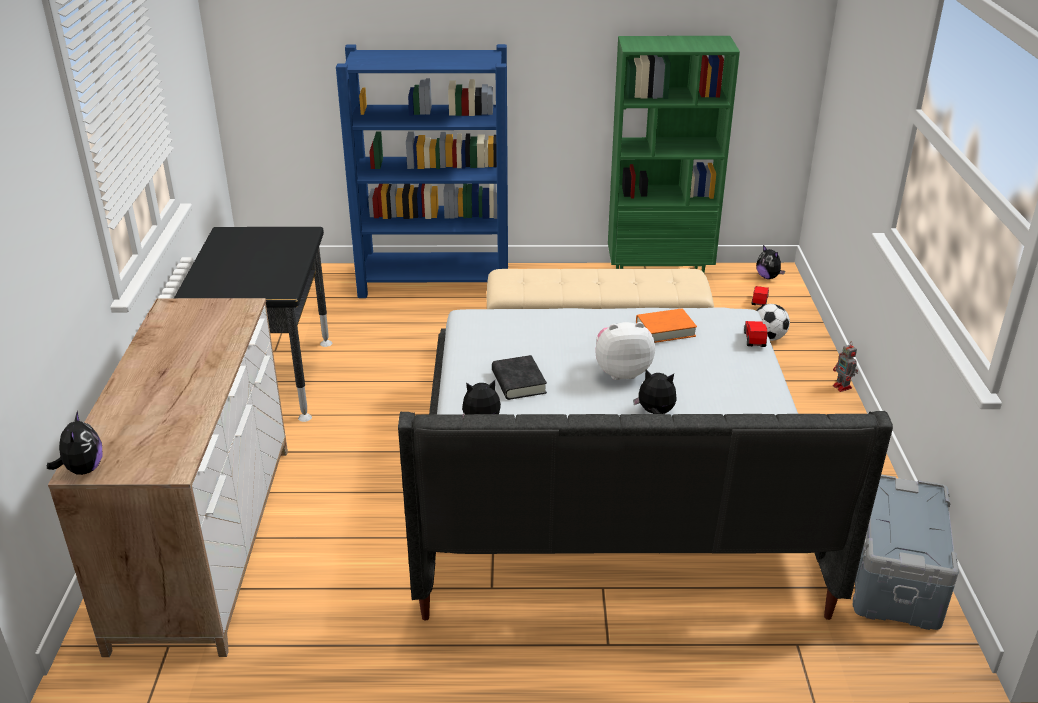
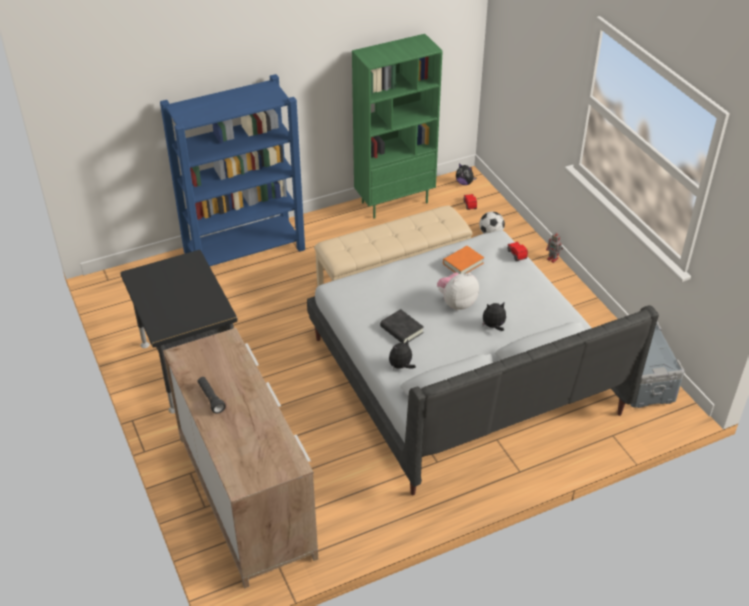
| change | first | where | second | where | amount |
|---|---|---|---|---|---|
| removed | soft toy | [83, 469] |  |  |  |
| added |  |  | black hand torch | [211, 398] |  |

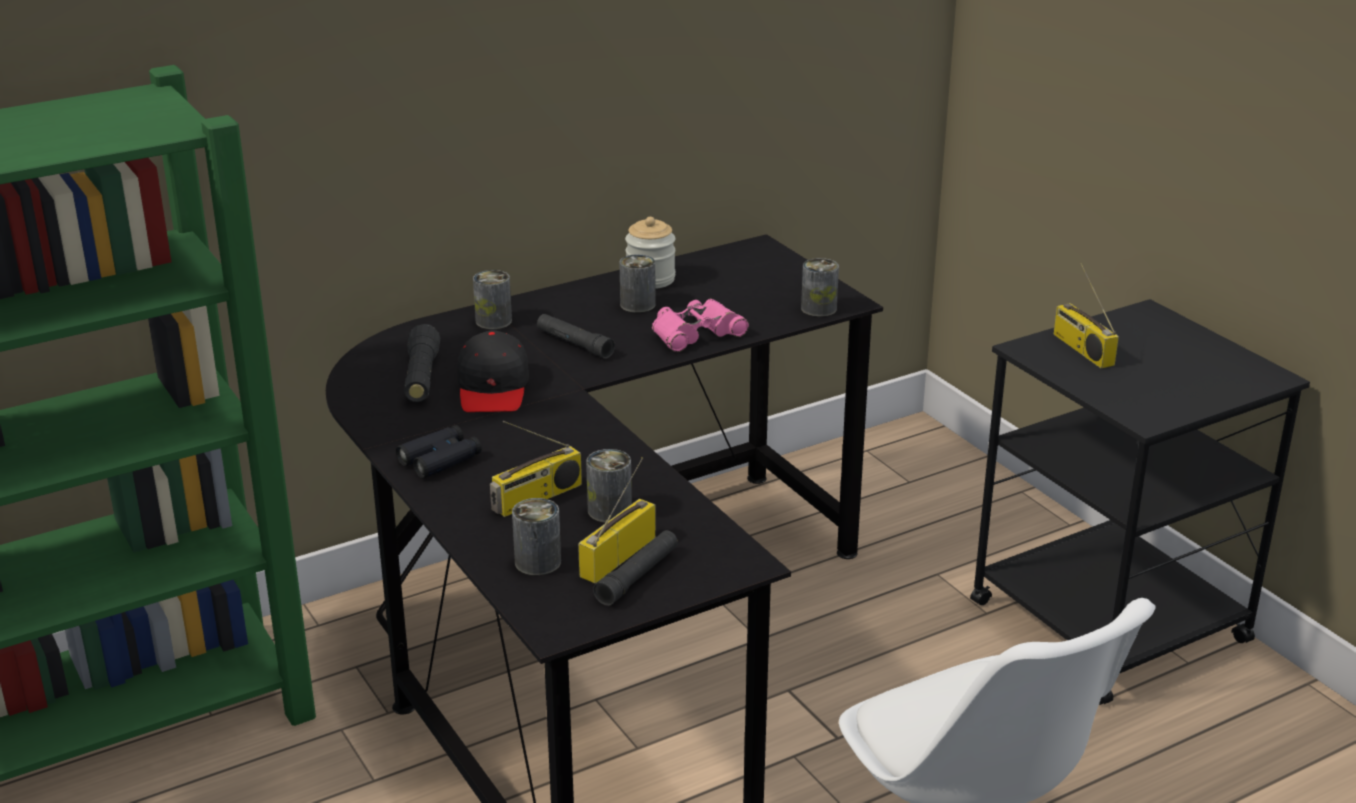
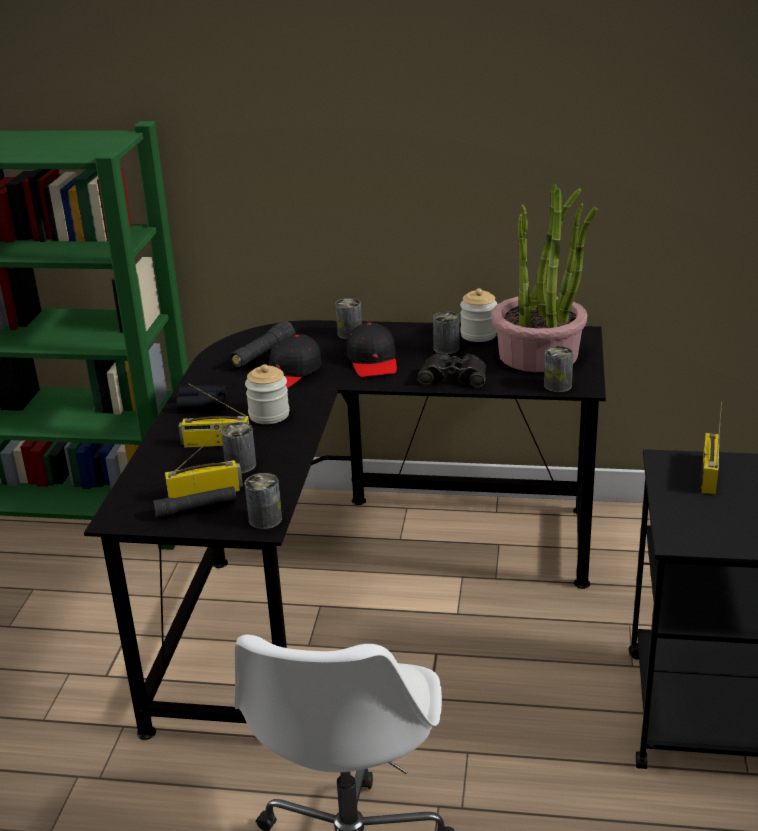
| change | first | where | second | where | amount |
|---|---|---|---|---|---|
| recoloured | pinkish binoculars | [696, 333] | black binoculars | [453, 377] |  |
| replaced | black hand torch | [574, 344] | black peaked cap | [373, 361] |  |
| moved | can | [538, 562] |  | [265, 519] |  |
| added |  |  | potted plant | [539, 355] |  |
| added |  |  | preserve jar | [269, 415] |  |

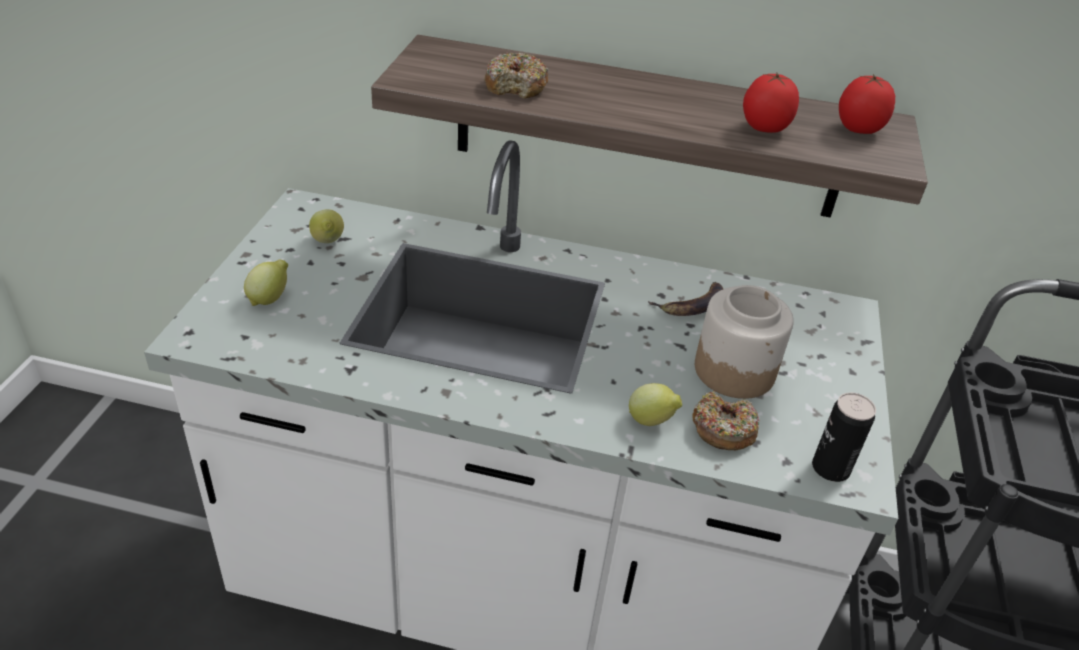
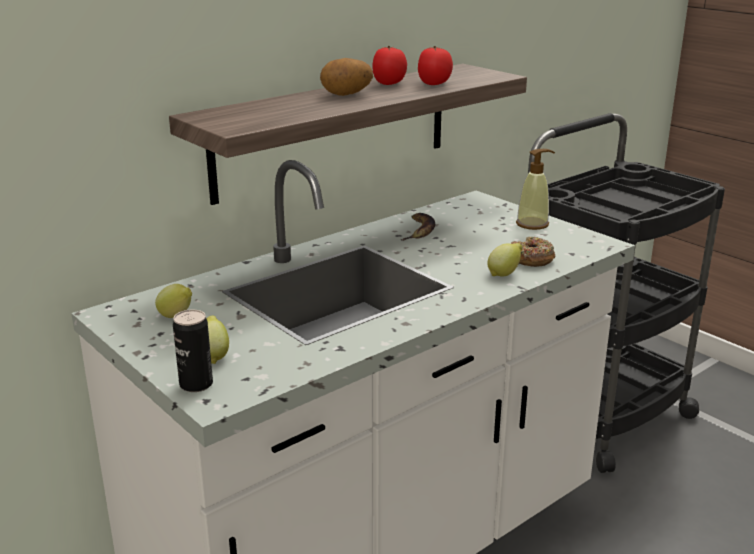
| change | first | where | second | where | amount |
|---|---|---|---|---|---|
| removed | donut | [516, 86] |  |  |  |
| moved | whole tomato | [857, 130] |  | [389, 84] |  |
| removed | preserve jar | [734, 370] |  |  |  |
| moved | can | [830, 468] |  | [196, 384] |  |
| added |  |  | spud | [346, 95] |  |
| added |  |  | liquid soap bottle | [532, 224] |  |

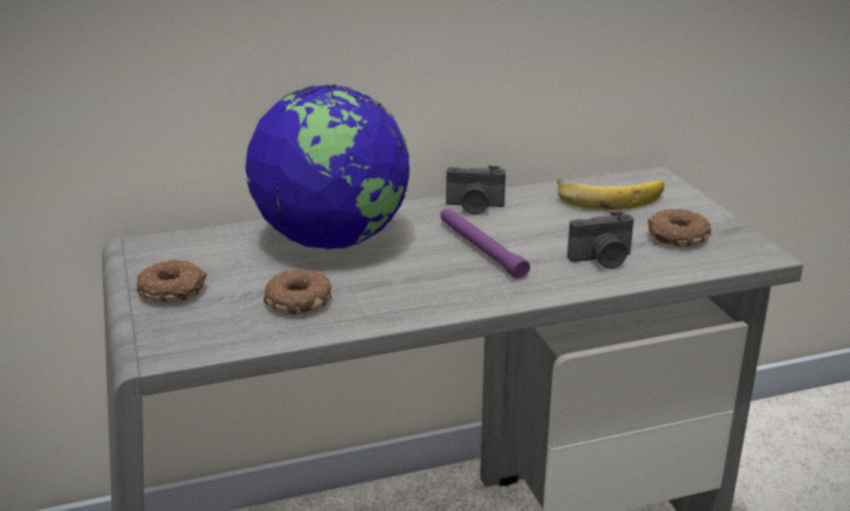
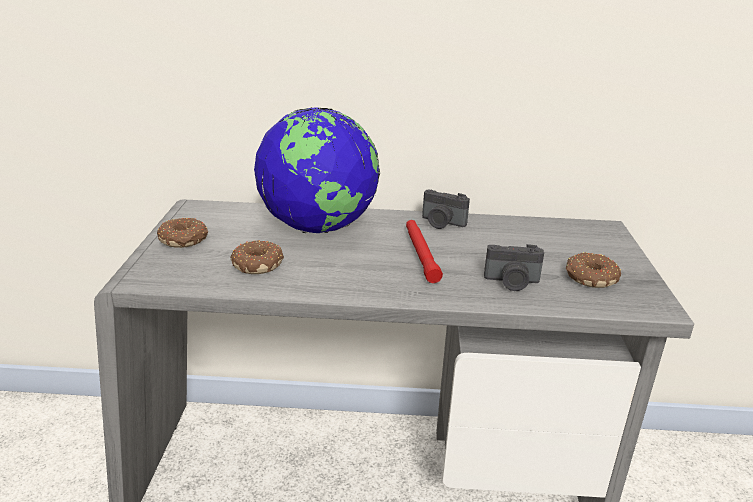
| change | first | where | second | where | amount |
|---|---|---|---|---|---|
| removed | banana | [608, 196] |  |  |  |
| recoloured | purple-coloured hand torch | [479, 248] | red-coloured hand torch | [420, 254] |  |

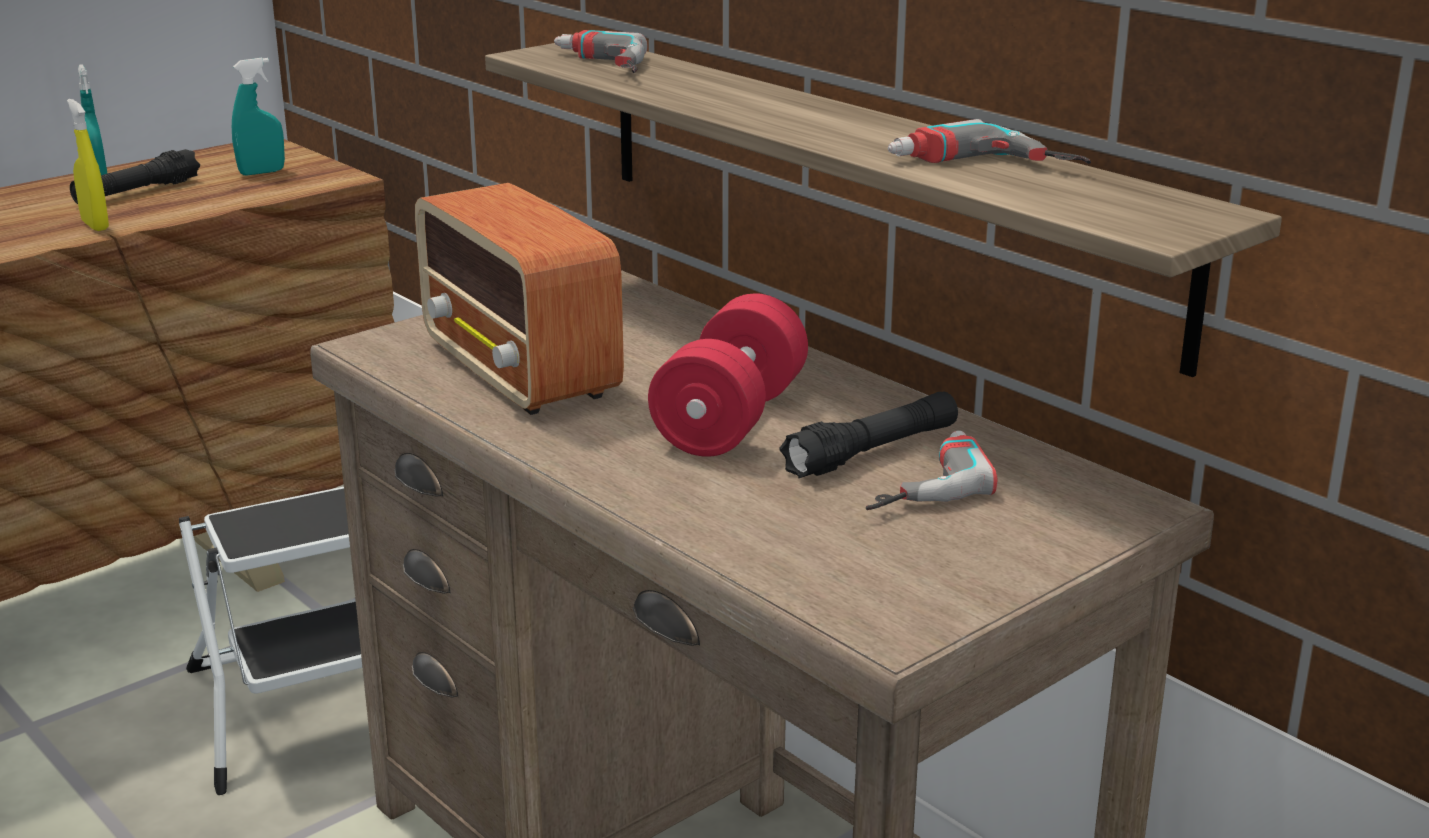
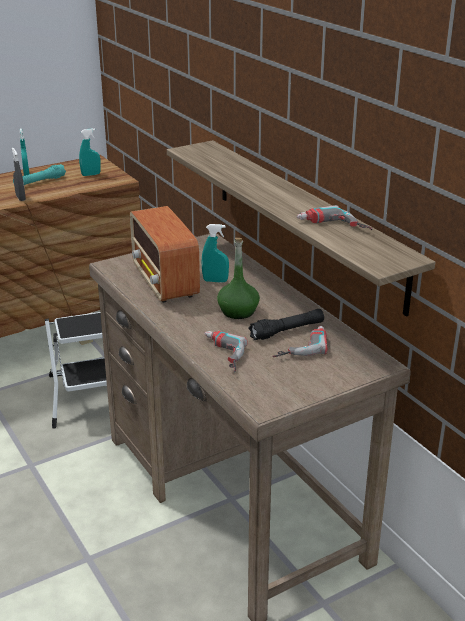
| change | first | where | second | where | amount |
|---|---|---|---|---|---|
| moved | drill | [595, 66] |  | [220, 355] |  |
| recoloured | yellow hand sprayer | [95, 225] | greyish hand sprayer | [20, 198] |  |
| recoloured | black hand torch | [137, 192] | turquoise-coloured hand torch | [40, 182] |  |
| replaced | red-coloured dumbbell | [730, 419] | green bottle | [238, 311] |  |
| added |  |  | turquoise-coloured hand sprayer | [215, 281] |  |

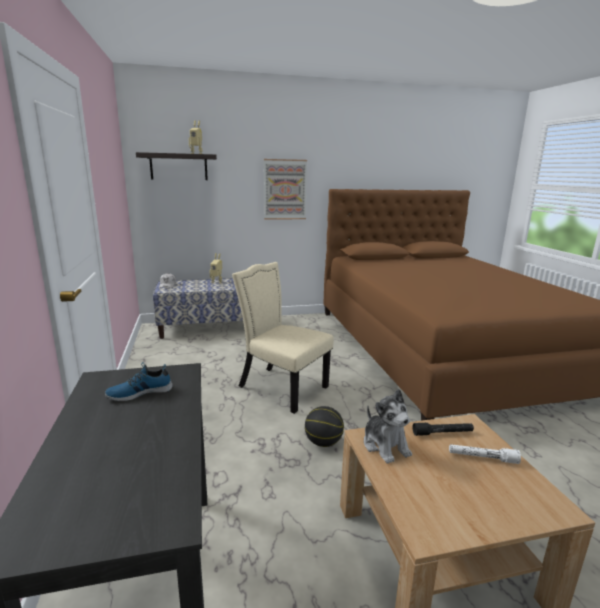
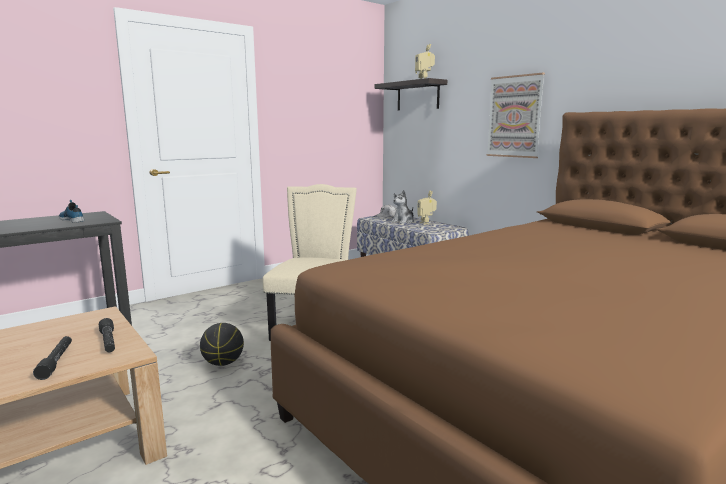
| change | first | where | second | where | amount |
|---|---|---|---|---|---|
| moved | soft toy | [385, 445] |  | [403, 221] |  |
| recoloured | white-coloured hand torch | [482, 458] | black hand torch | [56, 361] |  |

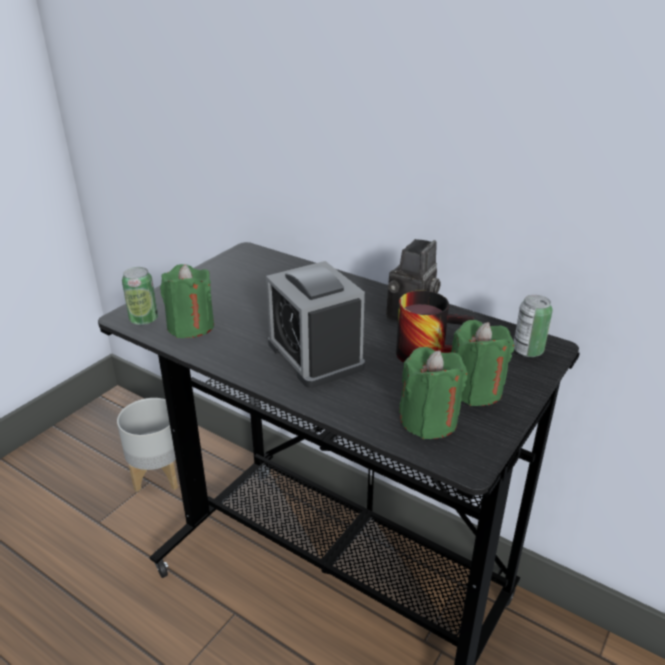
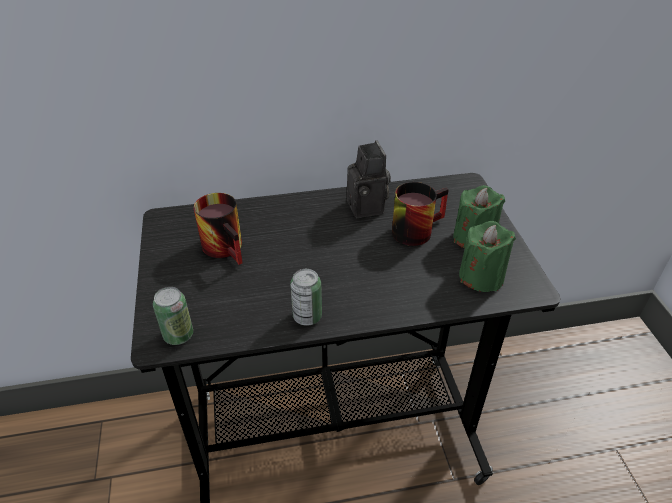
| change | first | where | second | where | amount |
|---|---|---|---|---|---|
| removed | alarm clock | [315, 355] |  |  |  |
| removed | green wax candle | [191, 326] |  |  |  |
| moved | can | [528, 351] |  | [307, 316] |  |
| removed | greyish planter | [160, 475] |  |  |  |
| added |  |  | coffee mug | [229, 247] |  |

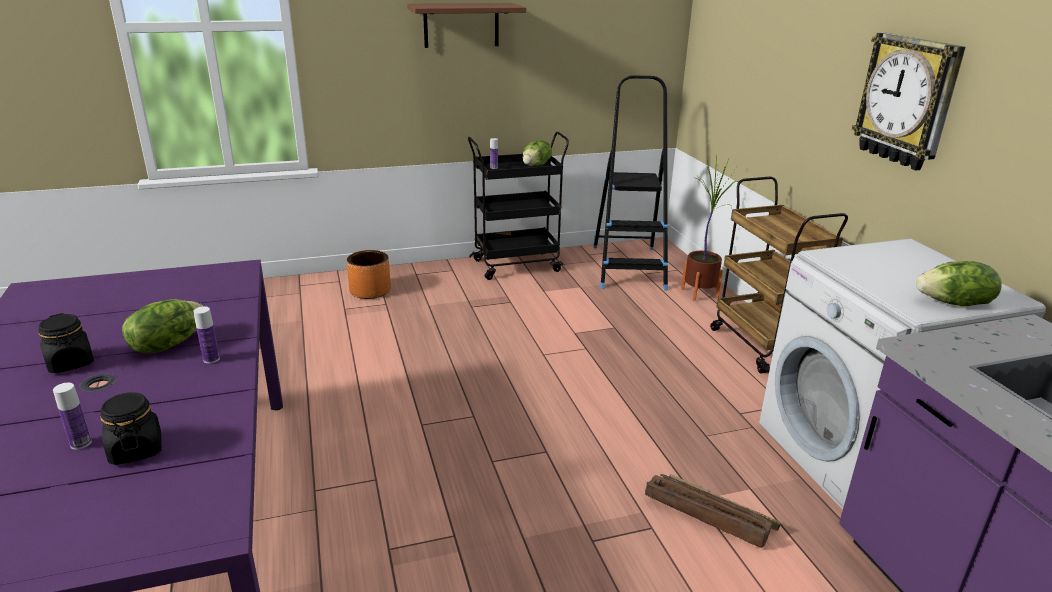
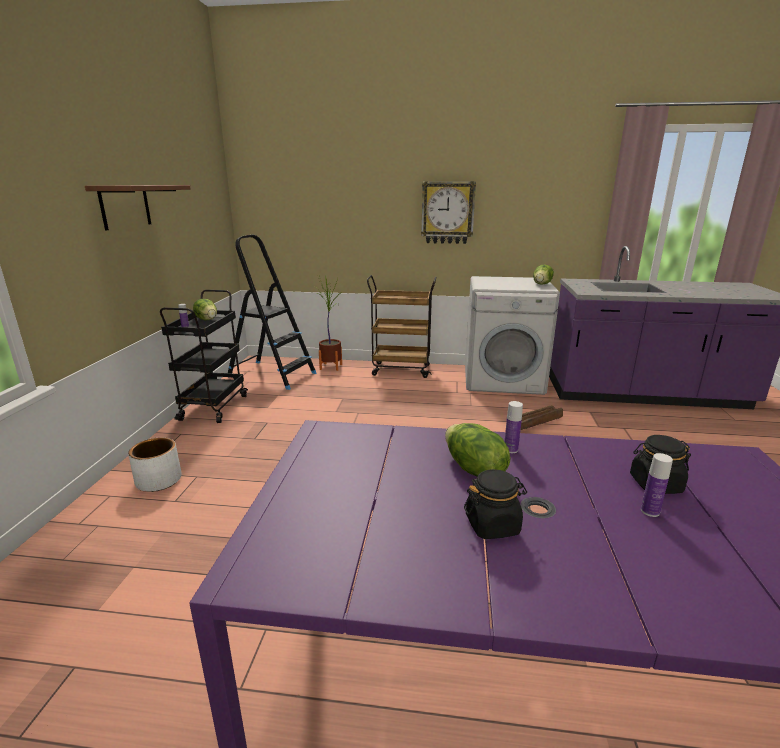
| change | first | where | second | where | amount |
|---|---|---|---|---|---|
| recoloured | orangey planter | [370, 291] | white-coloured planter | [158, 480] |  |

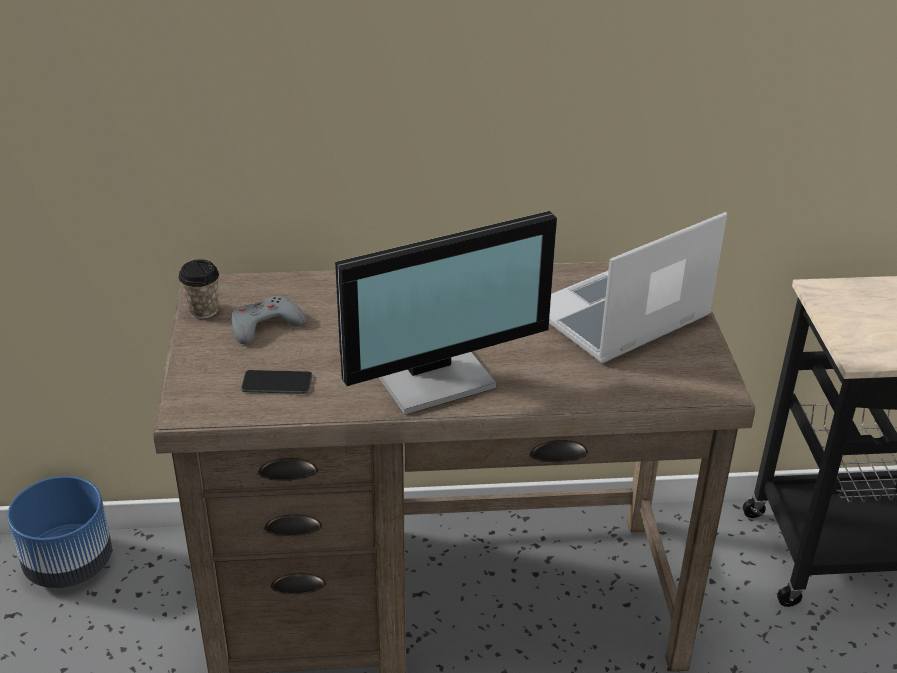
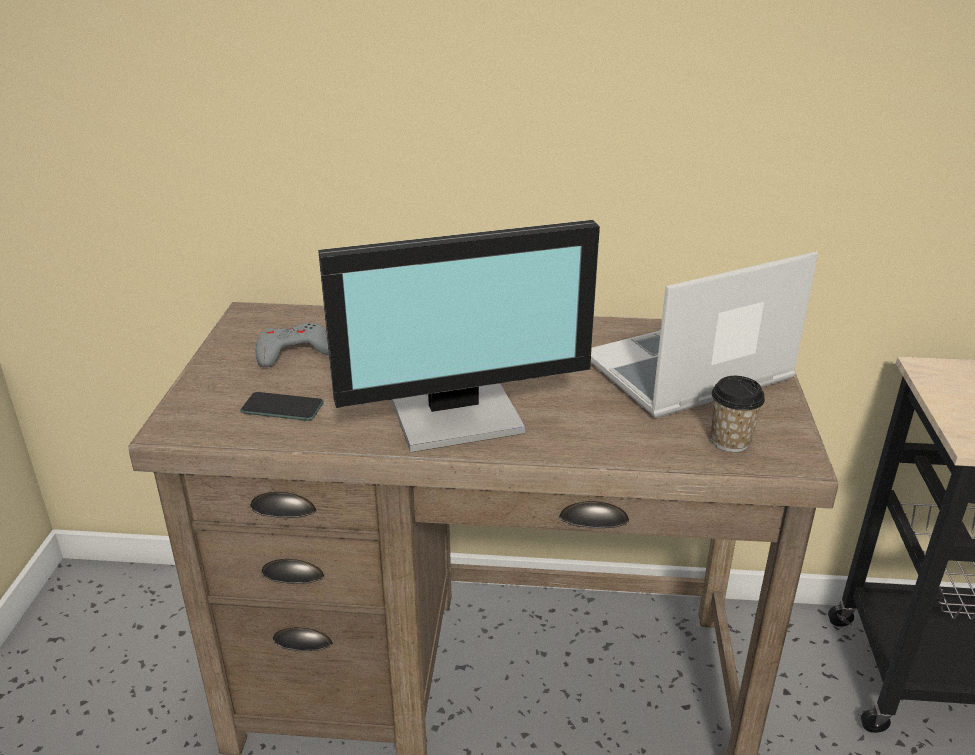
| change | first | where | second | where | amount |
|---|---|---|---|---|---|
| moved | drinking cup | [203, 310] |  | [730, 441] |  |
| removed | blue planter | [69, 563] |  |  |  |

